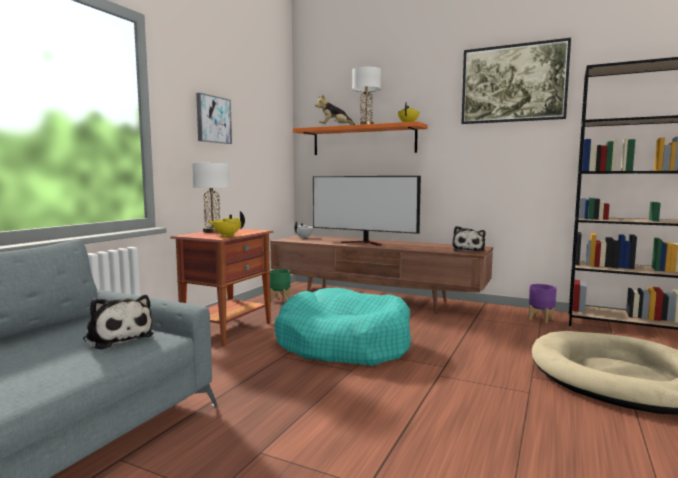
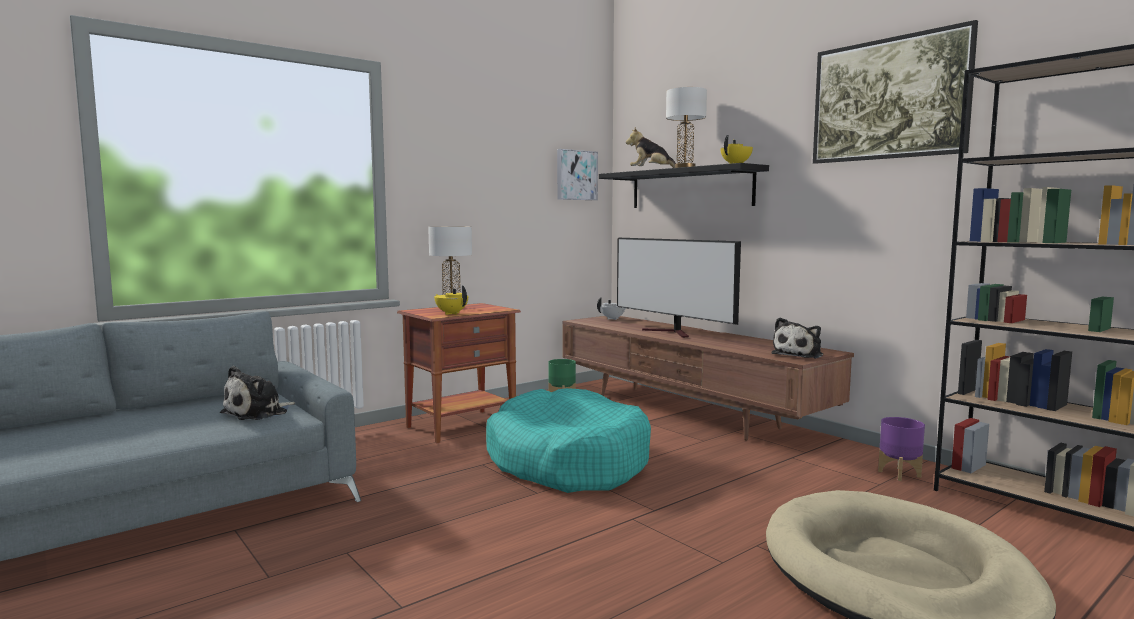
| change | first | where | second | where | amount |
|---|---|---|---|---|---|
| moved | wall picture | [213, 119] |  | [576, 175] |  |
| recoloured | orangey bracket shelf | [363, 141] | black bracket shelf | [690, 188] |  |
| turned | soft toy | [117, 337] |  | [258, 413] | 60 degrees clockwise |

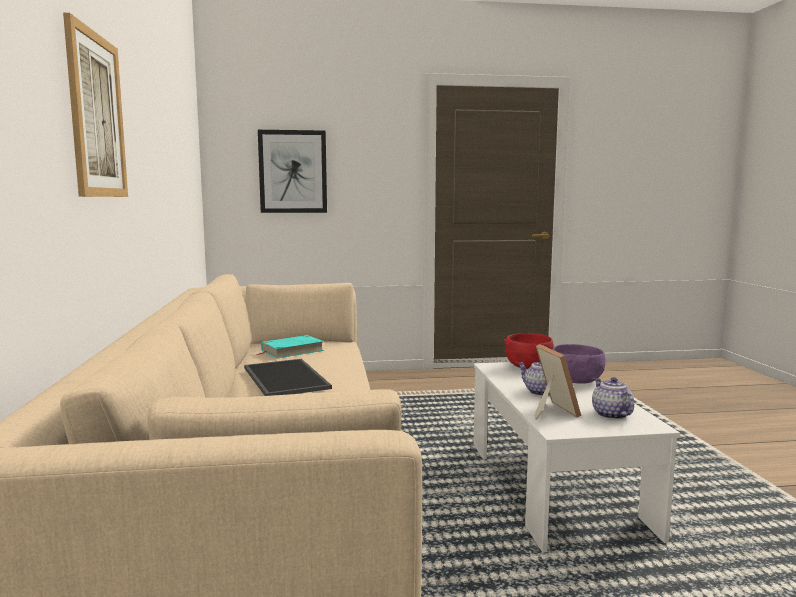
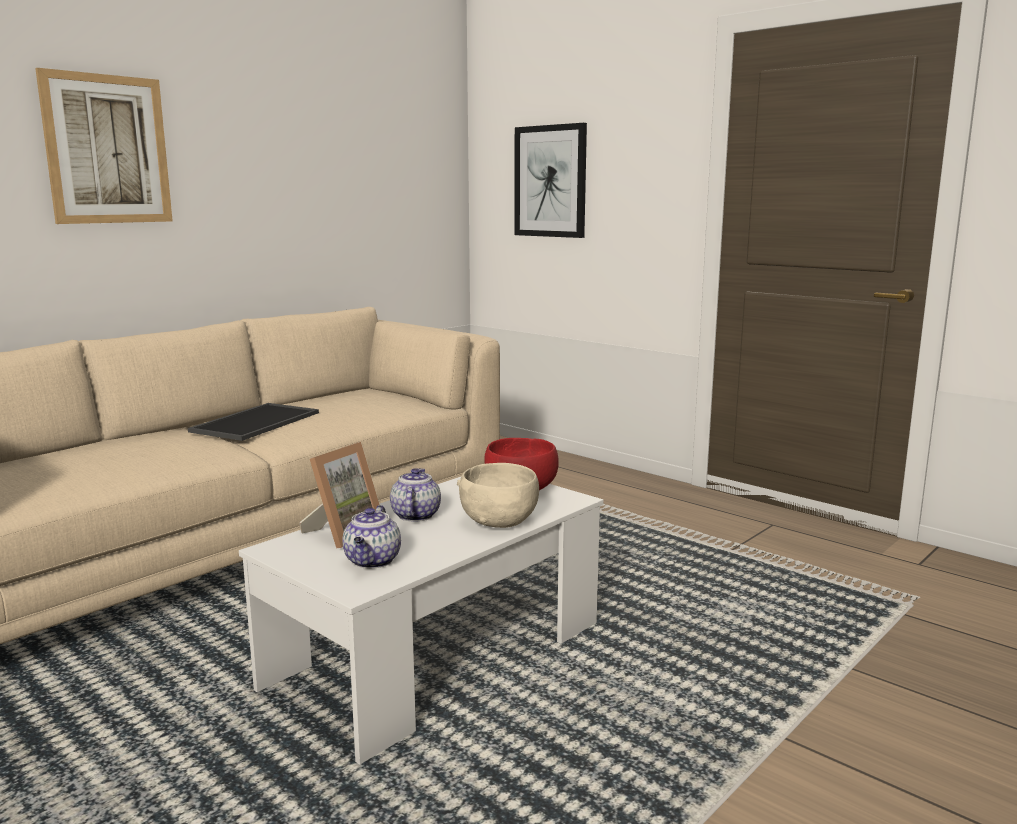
| change | first | where | second | where | amount |
|---|---|---|---|---|---|
| removed | turquoise-coloured volume | [292, 350] |  |  |  |
| recoloured | purple-coloured deep dish | [575, 381] | beige deep dish | [498, 521] |  |
| turned | teapot | [610, 414] |  | [373, 561] | 150 degrees clockwise |

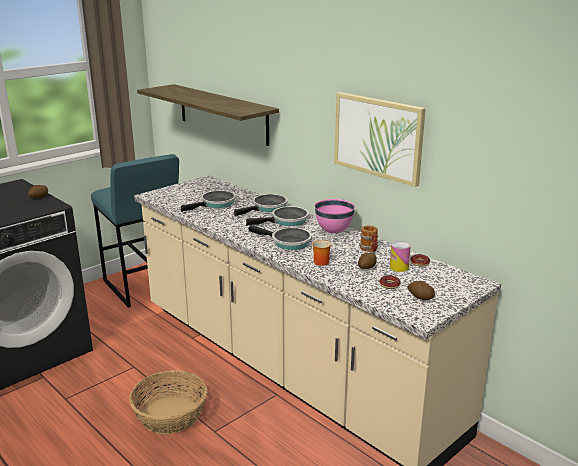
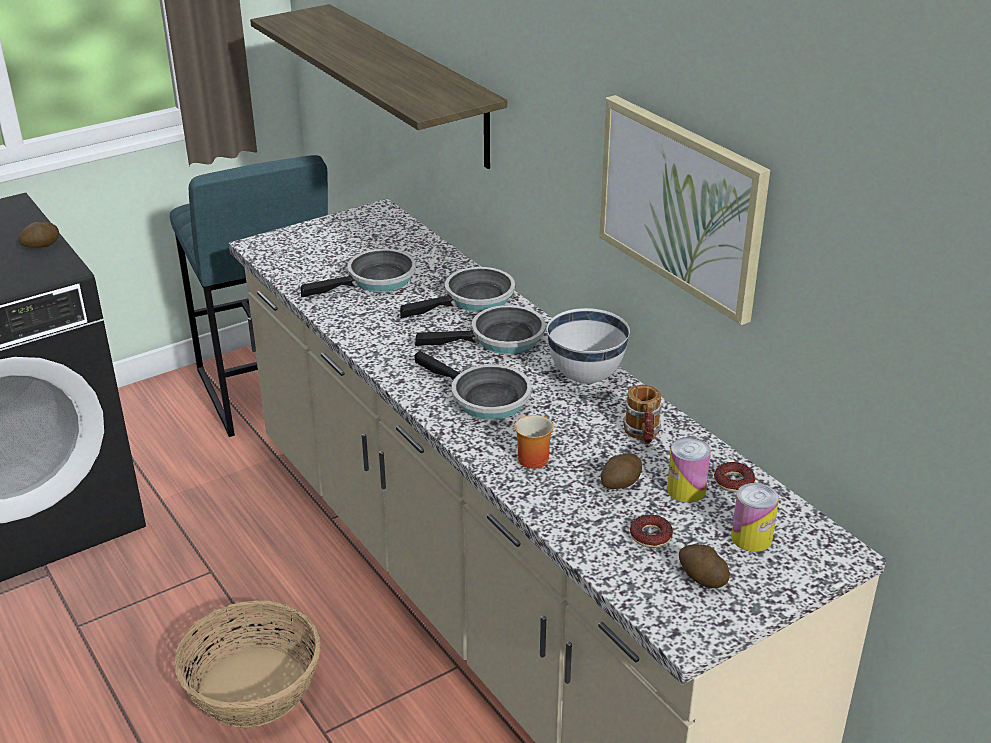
| change | first | where | second | where | amount |
|---|---|---|---|---|---|
| recoloured | pinkish deep dish | [333, 231] | white-coloured deep dish | [585, 377] |  |
| added |  |  | can | [751, 538] |  |

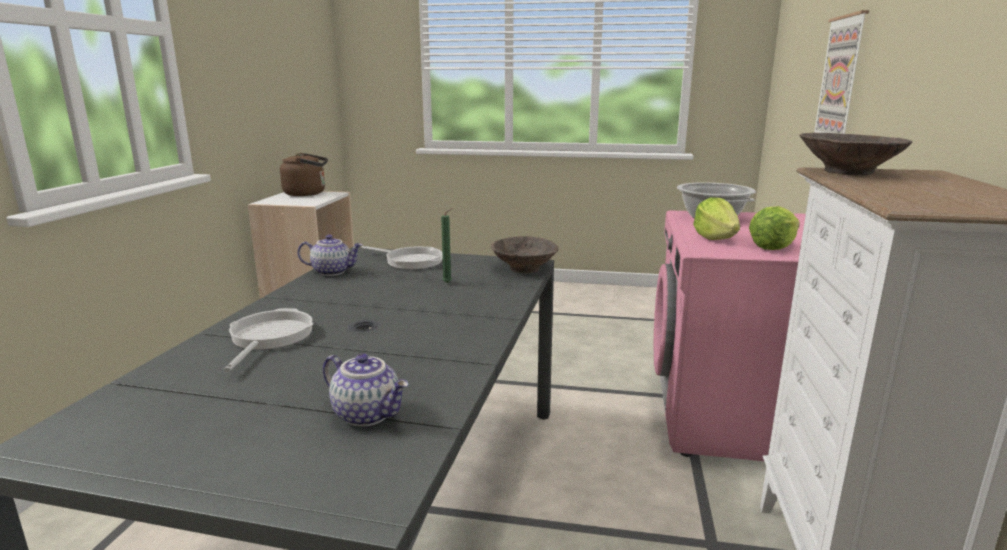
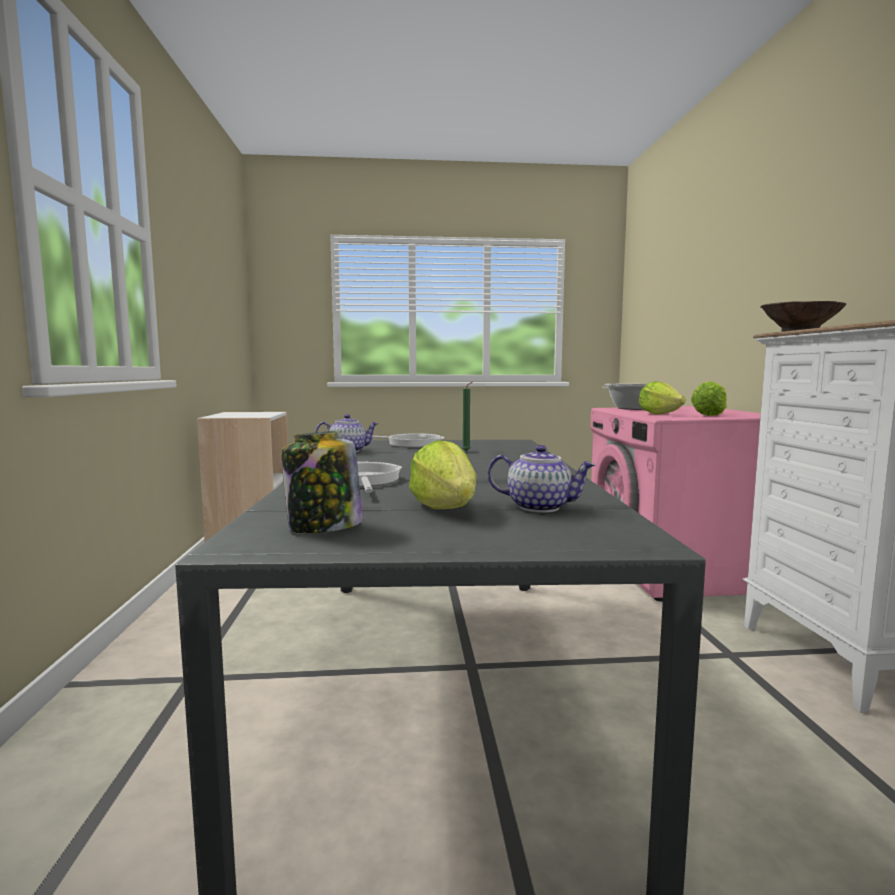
| change | first | where | second | where | amount |
|---|---|---|---|---|---|
| removed | wall picture | [840, 80] |  |  |  |
| removed | brown-coloured tea kettle | [307, 194] |  |  |  |
| removed | brown-coloured deep dish | [523, 268] |  |  |  |
| added |  |  | preserve jar | [323, 528] |  |
| added |  |  | lettuce head | [446, 508] |  |

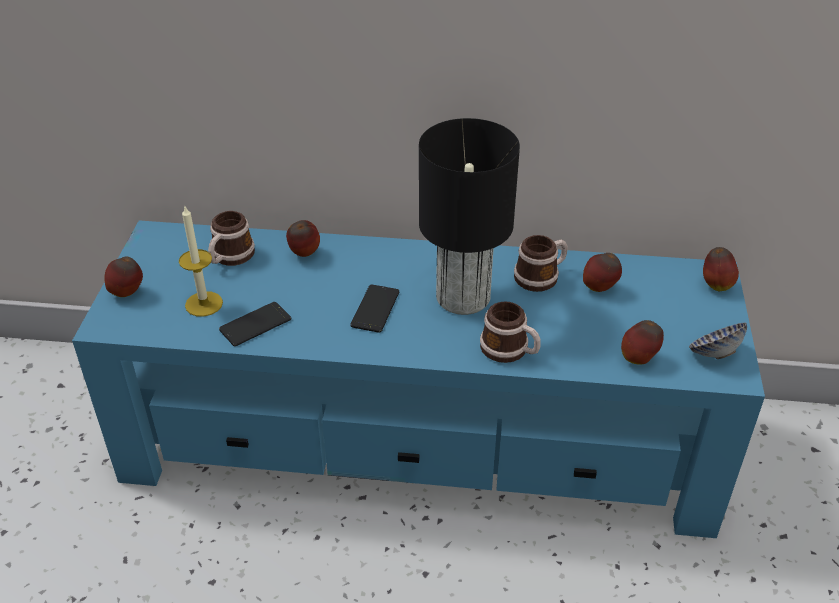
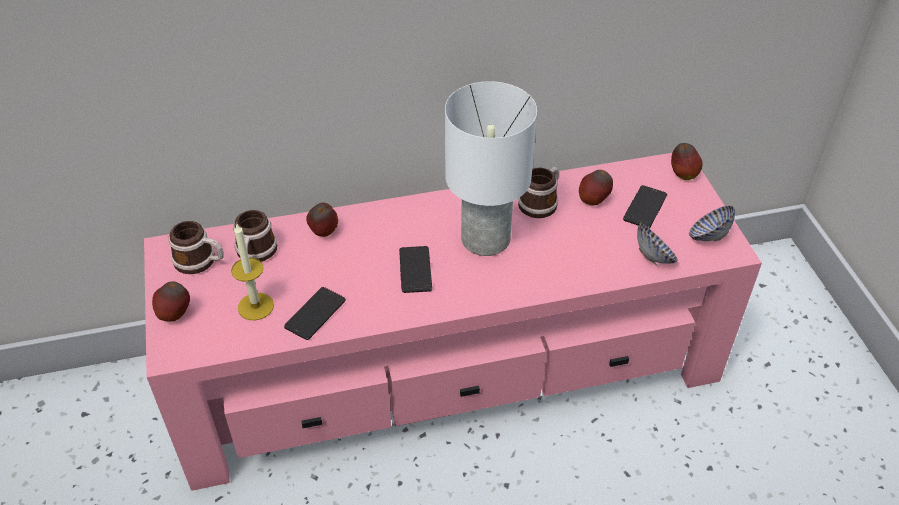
| change | first | where | second | where | amount |
|---|---|---|---|---|---|
| recoloured | black table lamp | [464, 296] | white-coloured table lamp | [486, 238] |  |
| recoloured | blue media console | [419, 442] | pinkish media console | [449, 370] |  |
| moved | coffee mug | [510, 350] |  | [200, 261] |  |
| replaced | apple | [638, 359] | deep dish | [654, 257] |  |
| added |  |  | handset | [645, 207] |  |

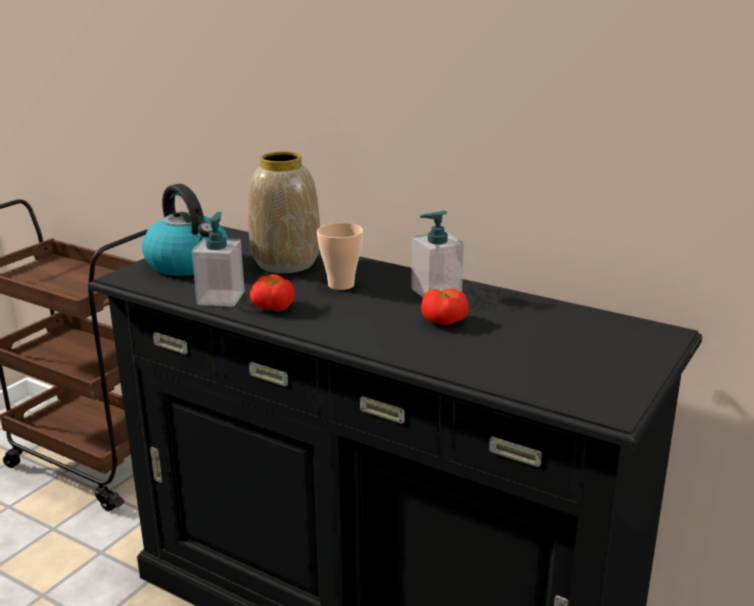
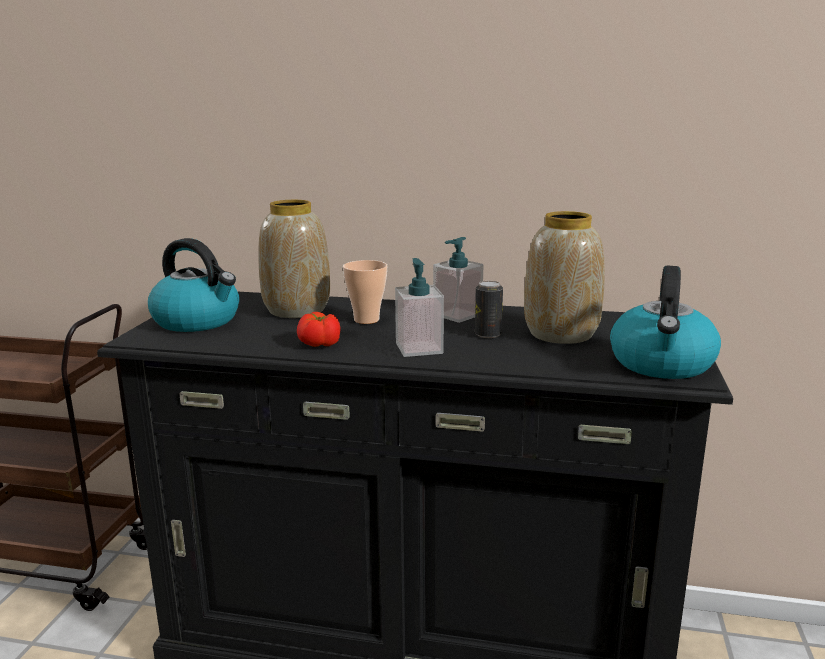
| change | first | where | second | where | amount |
|---|---|---|---|---|---|
| moved | liquid soap bottle | [221, 298] |  | [419, 348] |  |
| replaced | whole tomato | [444, 321] | can | [488, 334] |  |
| added |  |  | vase | [562, 334] |  |
| added |  |  | tea kettle | [662, 364] |  |

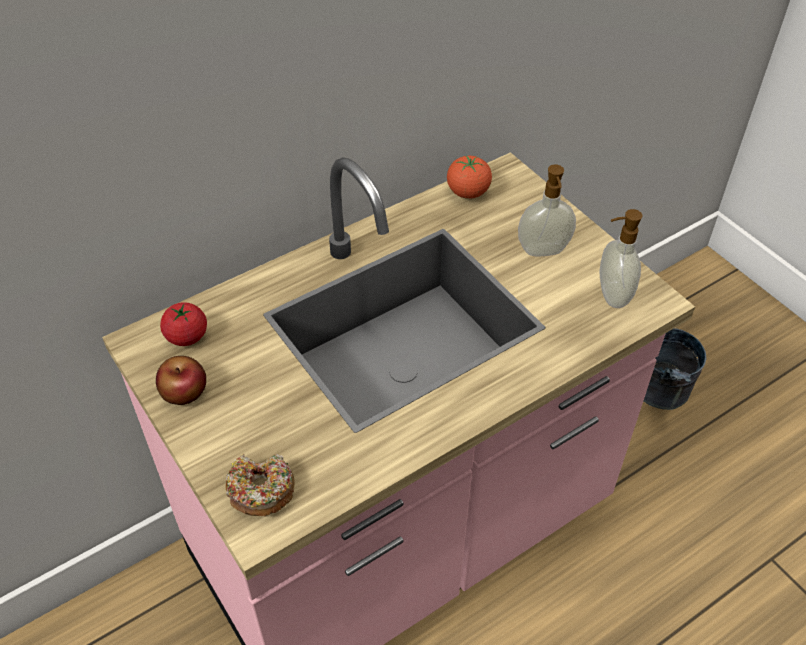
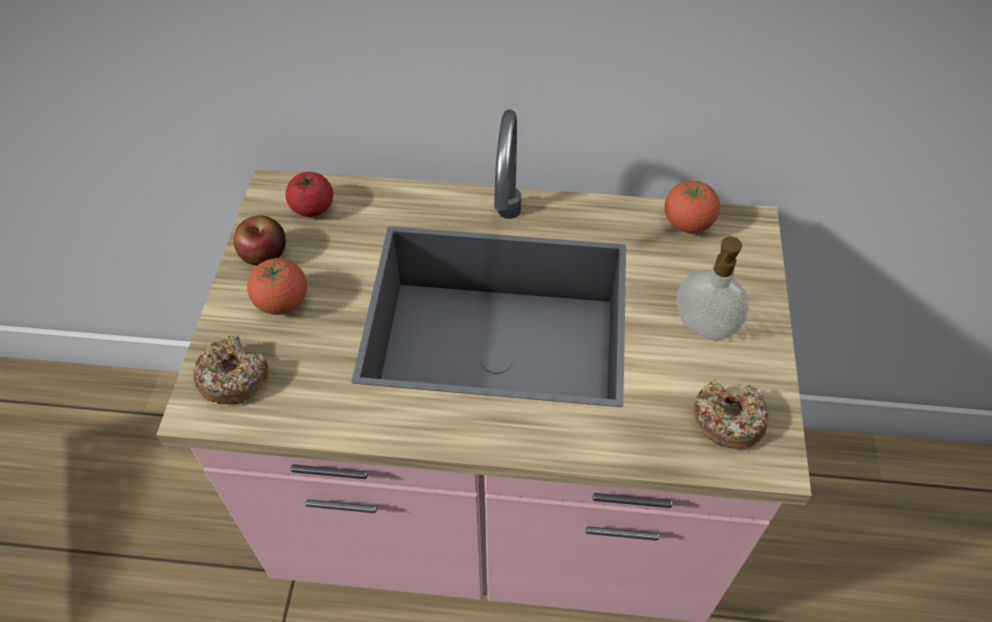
| change | first | where | second | where | amount |
|---|---|---|---|---|---|
| replaced | liquid soap bottle | [611, 295] | donut | [728, 420] |  |
| removed | greyish pail | [661, 396] |  |  |  |
| added |  |  | whole tomato | [282, 302] |  |

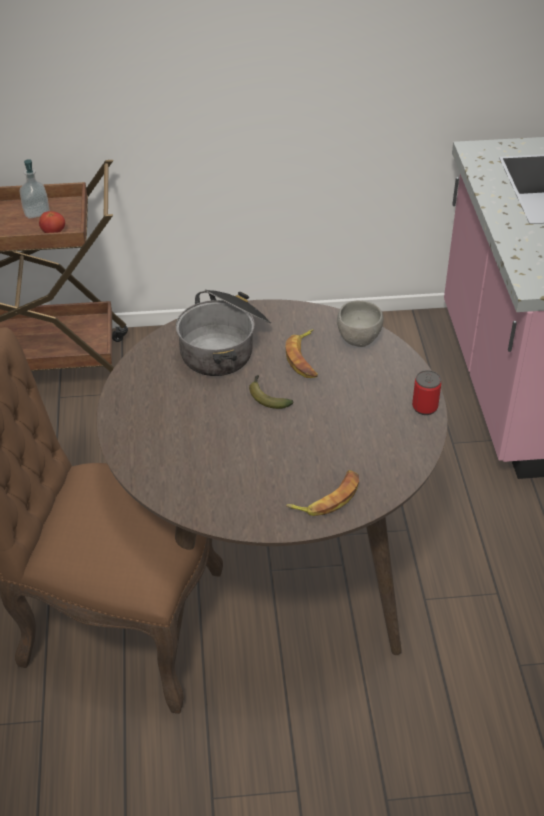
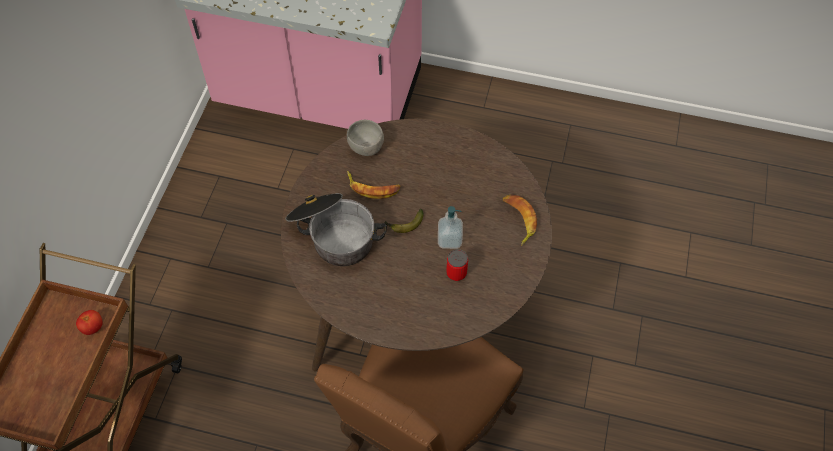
| change | first | where | second | where | amount |
|---|---|---|---|---|---|
| moved | liquid soap bottle | [36, 212] |  | [449, 239] |  |
| moved | can | [424, 407] |  | [456, 273] |  |

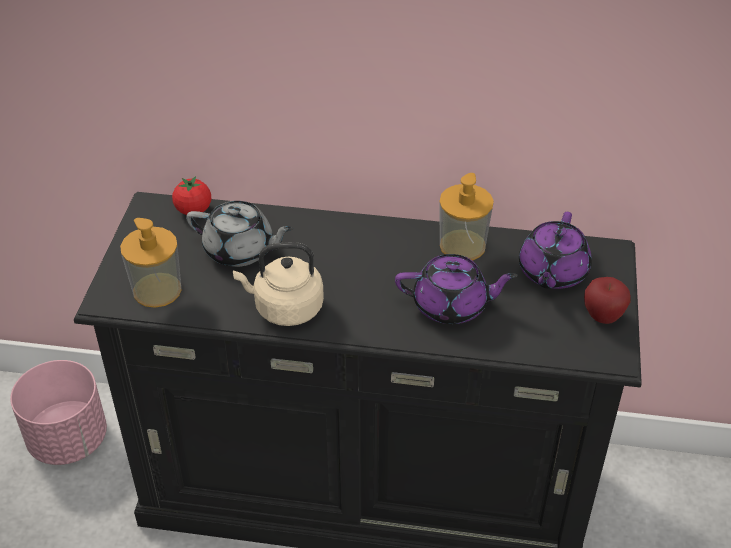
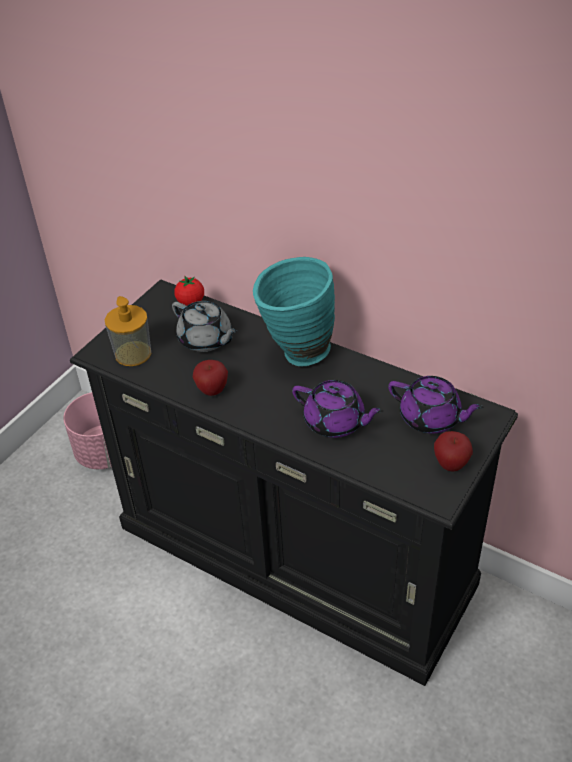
| change | first | where | second | where | amount |
|---|---|---|---|---|---|
| removed | liquid soap bottle | [462, 245] |  |  |  |
| turned | purple-coloured teapot | [552, 272] |  | [431, 418] | 105 degrees counterclockwise |
| replaced | beige tea kettle | [285, 308] | apple | [212, 390] |  |
| added |  |  | turquoise-coloured vase | [295, 353] |  |

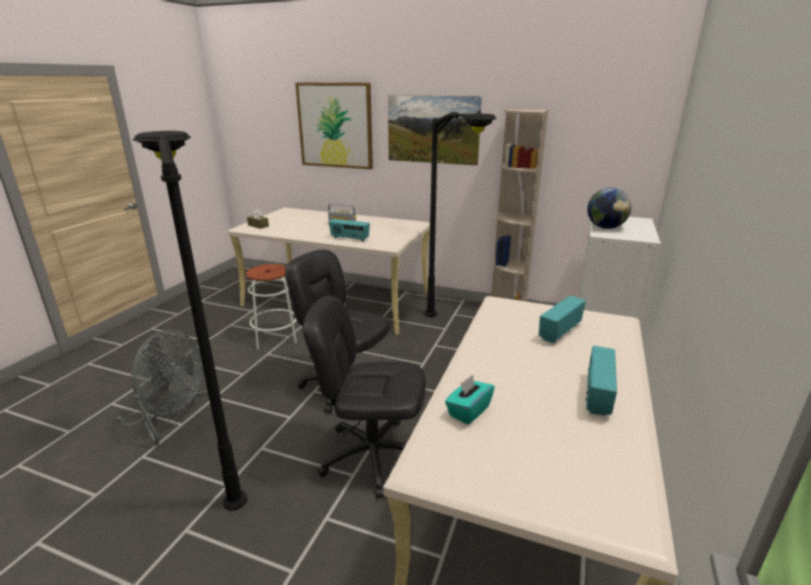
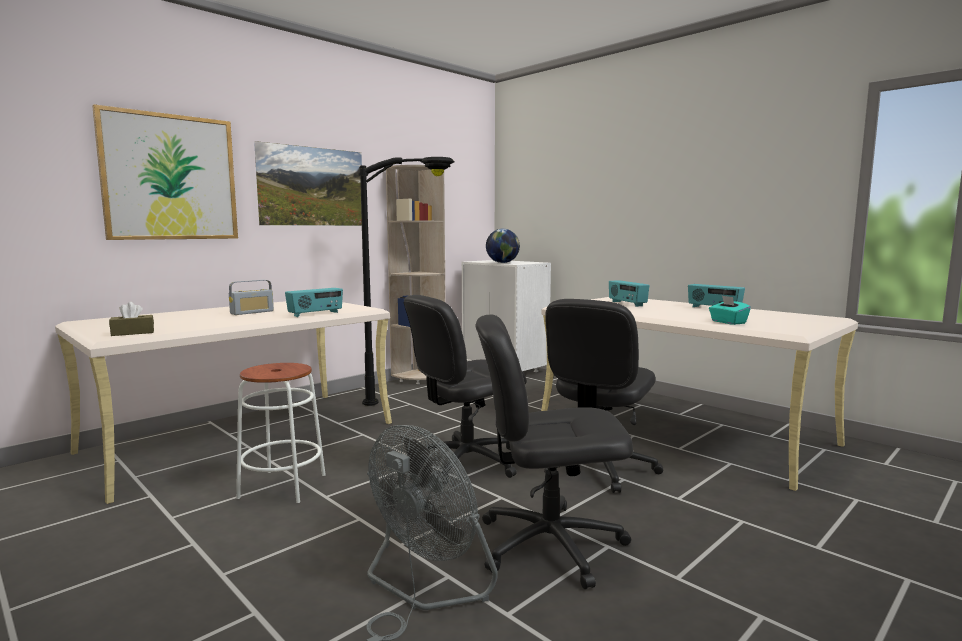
| change | first | where | second | where | amount |
|---|---|---|---|---|---|
| replaced | black standing lamp | [225, 455] | black desk chair | [549, 544] |  |

